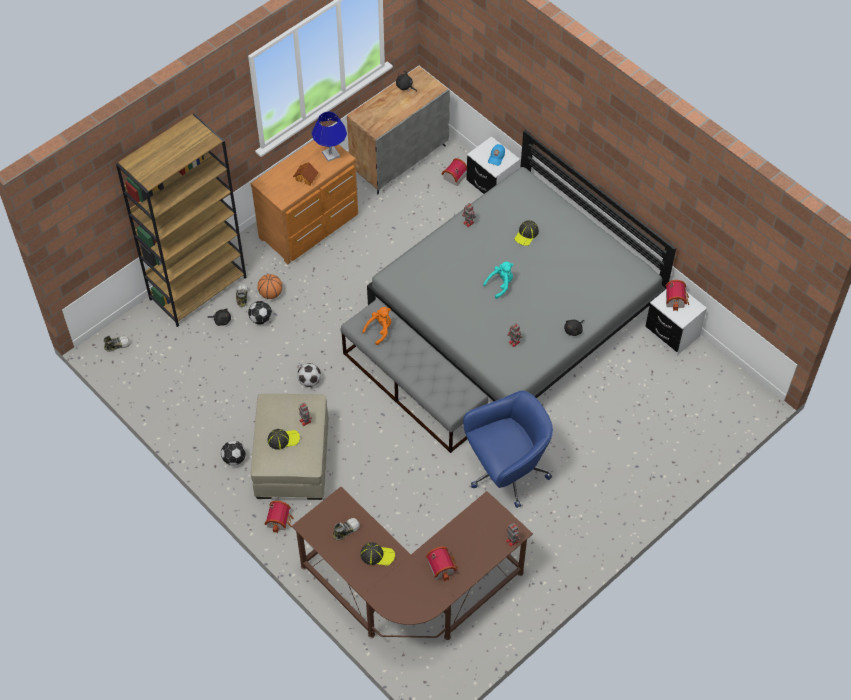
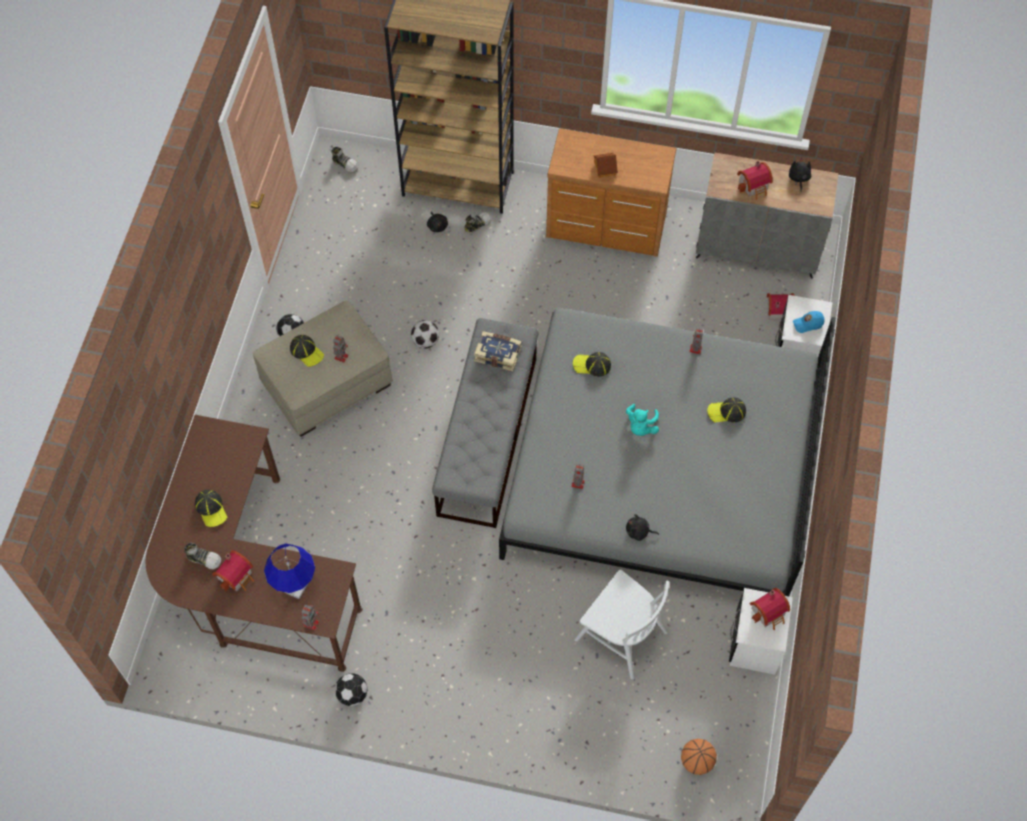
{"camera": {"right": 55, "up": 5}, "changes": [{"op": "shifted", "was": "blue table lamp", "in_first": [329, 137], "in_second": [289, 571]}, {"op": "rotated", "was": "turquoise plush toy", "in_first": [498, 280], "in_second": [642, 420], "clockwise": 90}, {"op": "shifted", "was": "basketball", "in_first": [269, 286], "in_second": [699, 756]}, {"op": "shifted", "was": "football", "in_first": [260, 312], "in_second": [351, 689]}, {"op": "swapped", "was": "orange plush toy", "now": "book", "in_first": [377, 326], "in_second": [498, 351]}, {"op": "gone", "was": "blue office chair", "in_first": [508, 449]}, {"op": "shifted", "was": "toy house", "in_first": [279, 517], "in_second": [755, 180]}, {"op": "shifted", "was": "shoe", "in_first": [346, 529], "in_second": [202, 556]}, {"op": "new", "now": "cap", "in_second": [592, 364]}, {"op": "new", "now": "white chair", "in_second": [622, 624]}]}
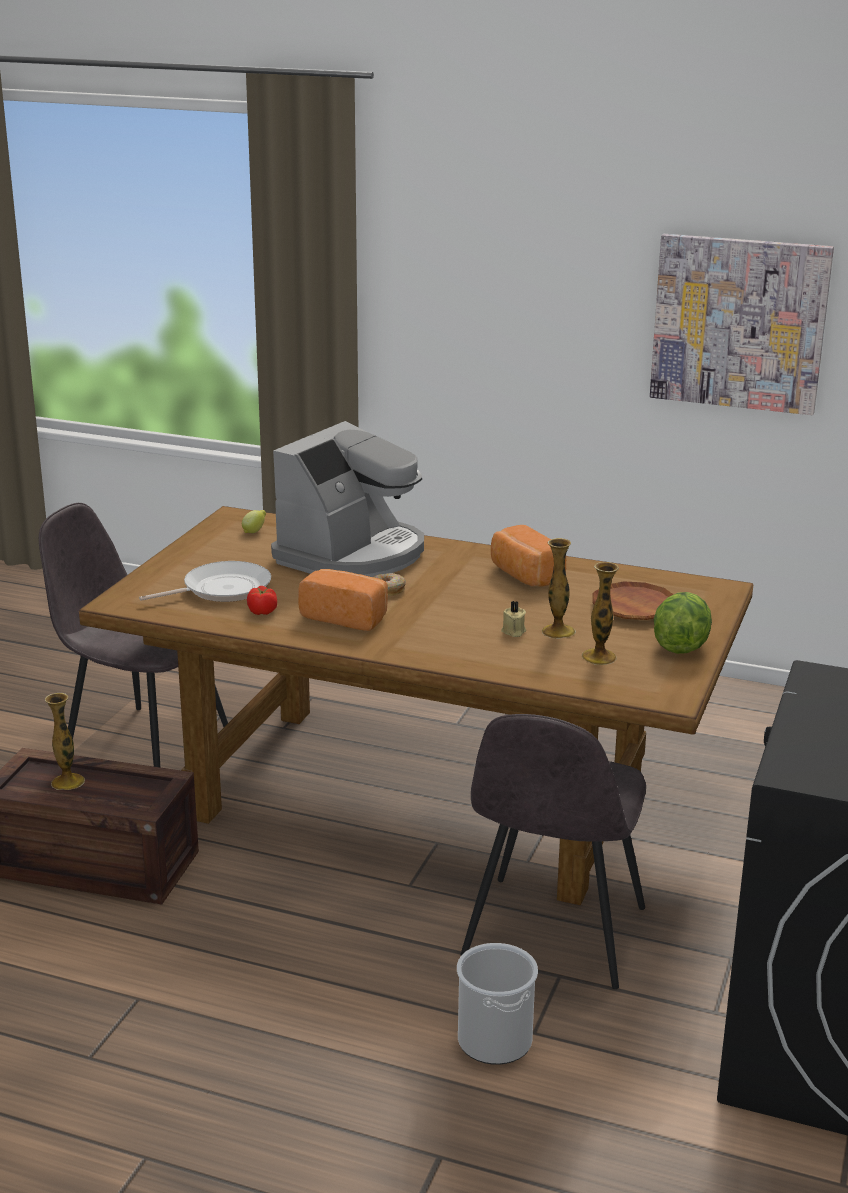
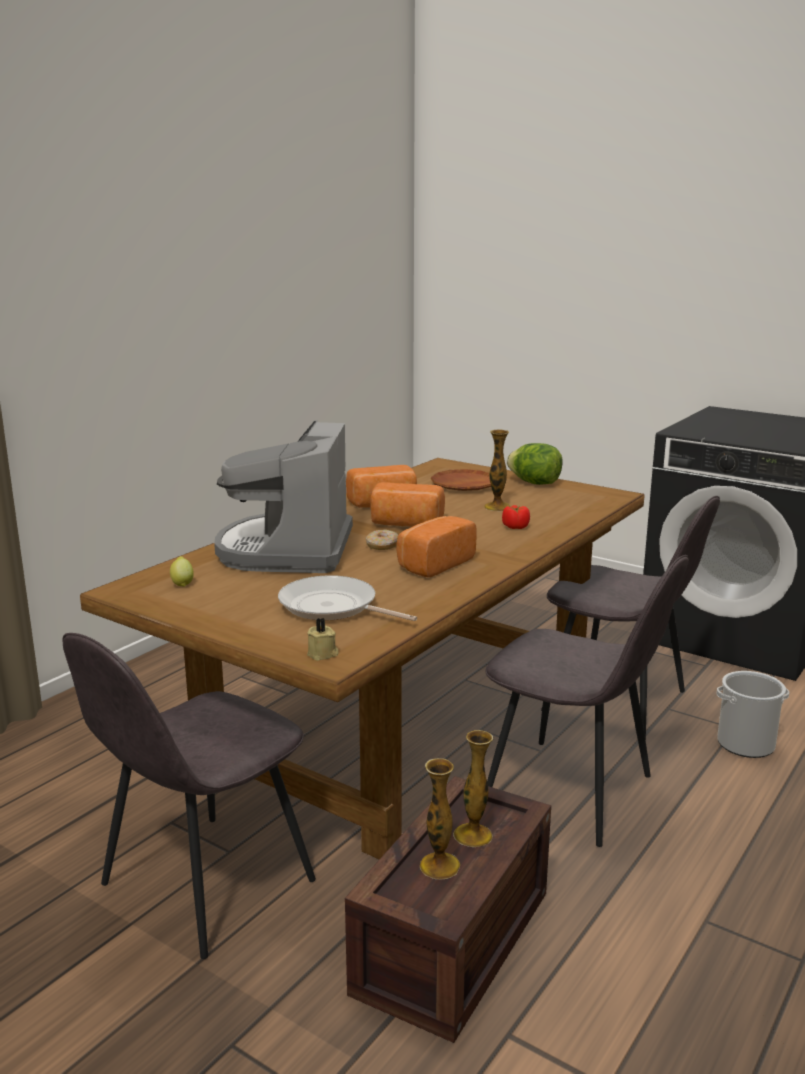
{"camera": {"right": -75, "up": -5}, "changes": [{"op": "gone", "was": "picture", "in_first": [742, 324]}, {"op": "rotated", "was": "coffee machine", "in_first": [347, 499], "in_second": [283, 497], "clockwise": -135}, {"op": "rotated", "was": "frying pan", "in_first": [205, 581], "in_second": [347, 598], "clockwise": -45}, {"op": "shifted", "was": "vase", "in_first": [600, 613], "in_second": [473, 788]}, {"op": "shifted", "was": "tomato", "in_first": [262, 600], "in_second": [516, 517]}, {"op": "shifted", "was": "beige candle", "in_first": [513, 619], "in_second": [323, 639]}, {"op": "new", "now": "bread", "in_second": [408, 504]}, {"op": "new", "now": "grey chair", "in_second": [587, 701]}]}
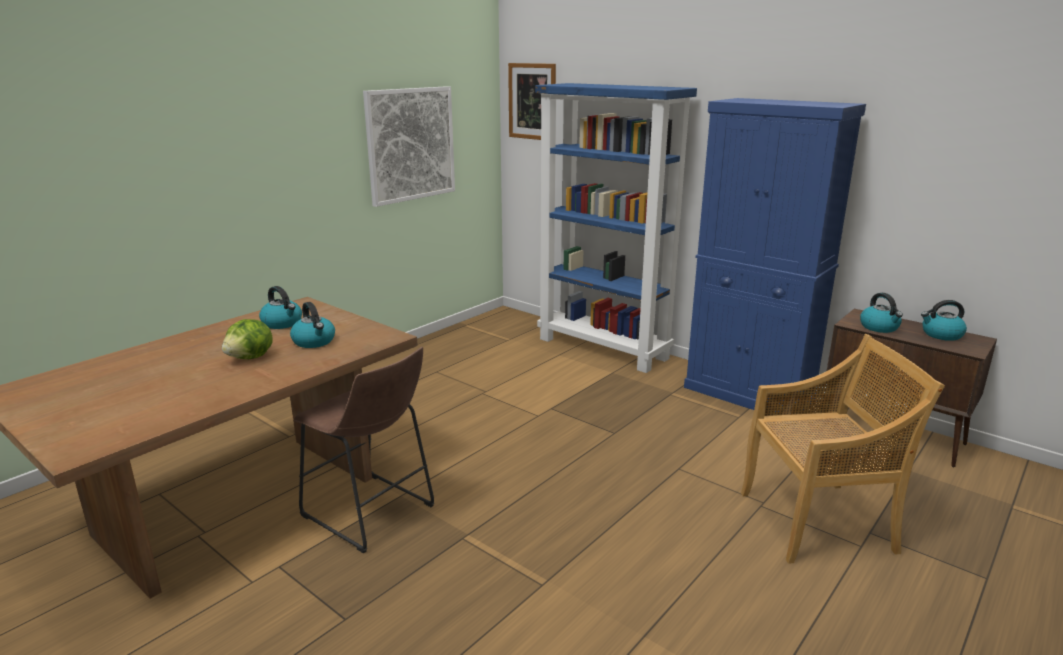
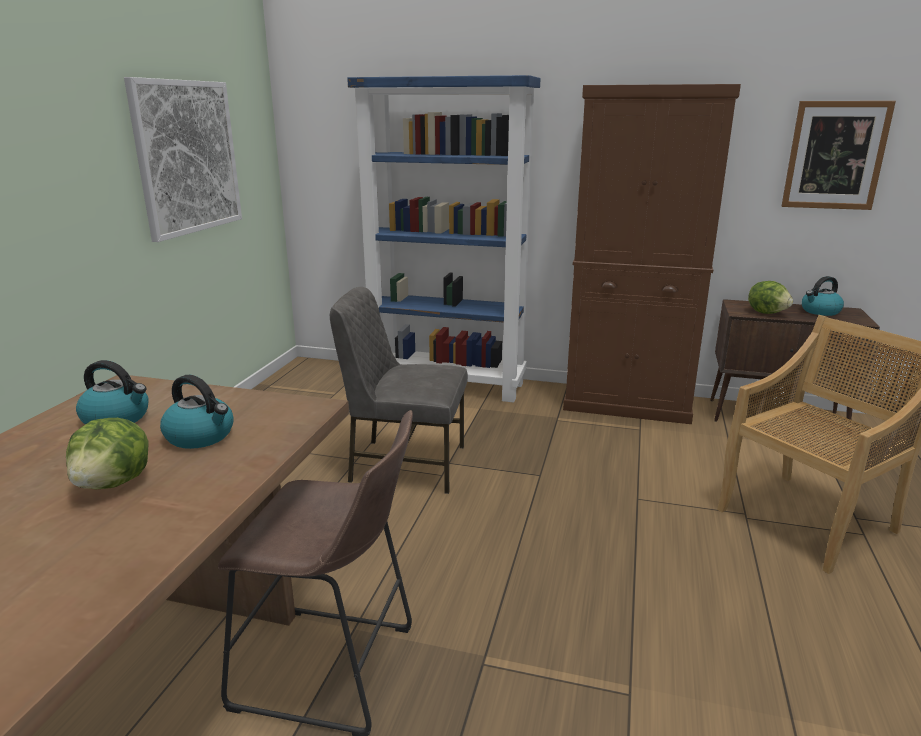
{"camera": {"right": -25, "up": 0}, "changes": [{"op": "shifted", "was": "picture", "in_first": [532, 101], "in_second": [838, 155]}, {"op": "repainted", "was": "blue cabinet", "now": "brown cabinet", "in_first": [775, 255], "in_second": [652, 254]}, {"op": "swapped", "was": "kettle", "now": "lettuce", "in_first": [881, 313], "in_second": [770, 297]}, {"op": "new", "now": "grey chair", "in_second": [399, 390]}]}
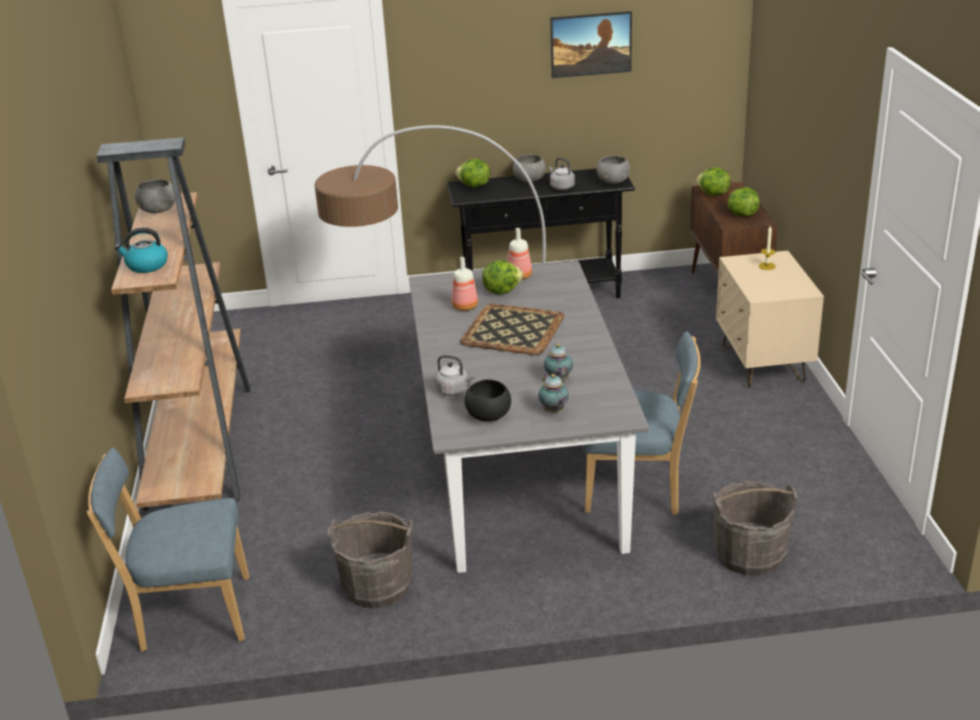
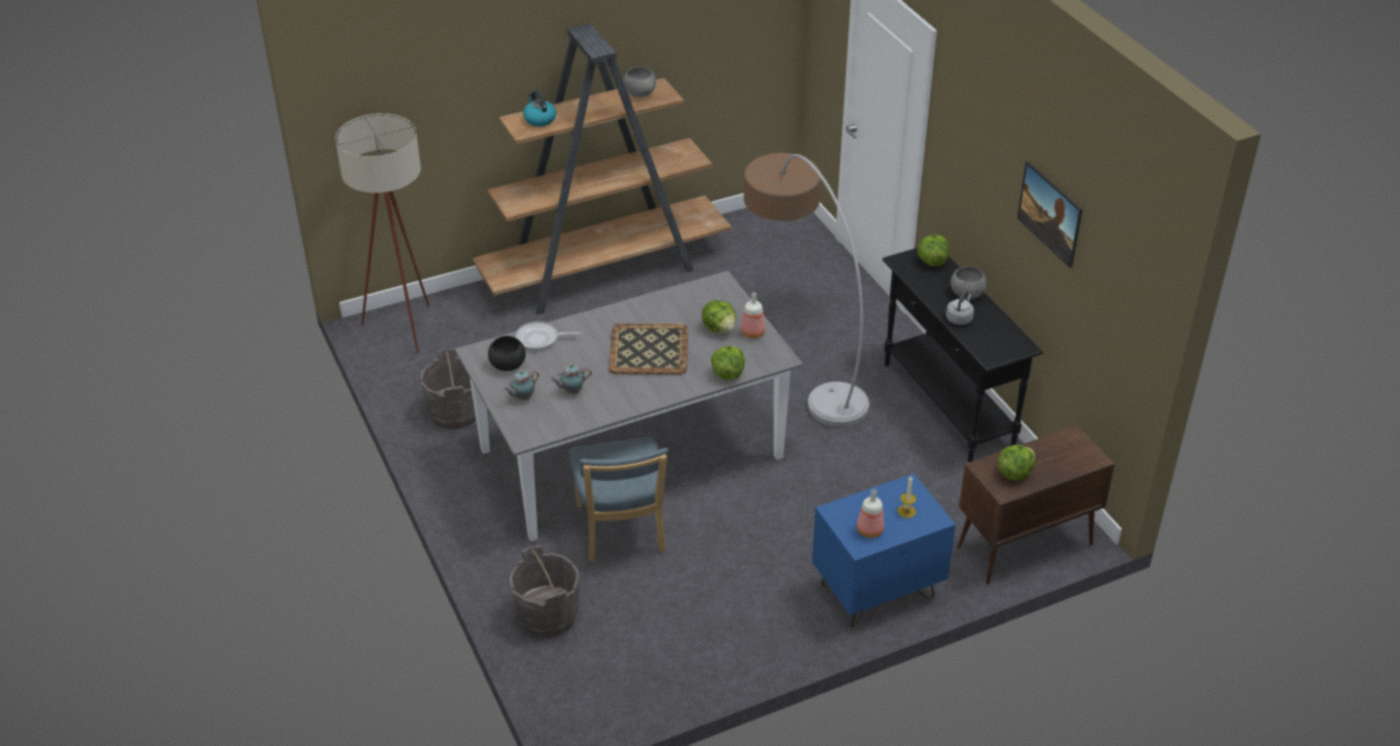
{"camera": {"right": 70, "up": 10}, "changes": [{"op": "gone", "was": "grey bowl", "in_first": [613, 170]}, {"op": "shifted", "was": "lettuce", "in_first": [713, 181], "in_second": [728, 363]}, {"op": "repainted", "was": "beige nightstand", "now": "blue nightstand", "in_first": [770, 319], "in_second": [884, 550]}, {"op": "shifted", "was": "bottle", "in_first": [465, 284], "in_second": [870, 513]}, {"op": "swapped", "was": "grey kettle", "now": "frying pan", "in_first": [455, 375], "in_second": [548, 336]}, {"op": "swapped", "was": "blue chair", "now": "beige floor lamp", "in_first": [168, 550], "in_second": [382, 233]}]}
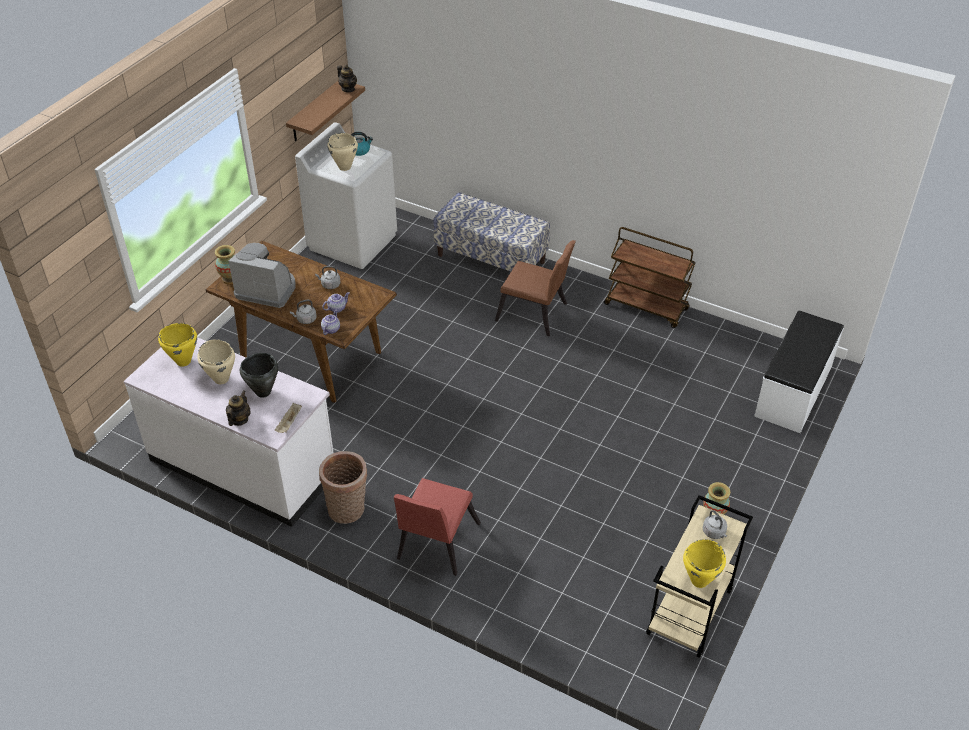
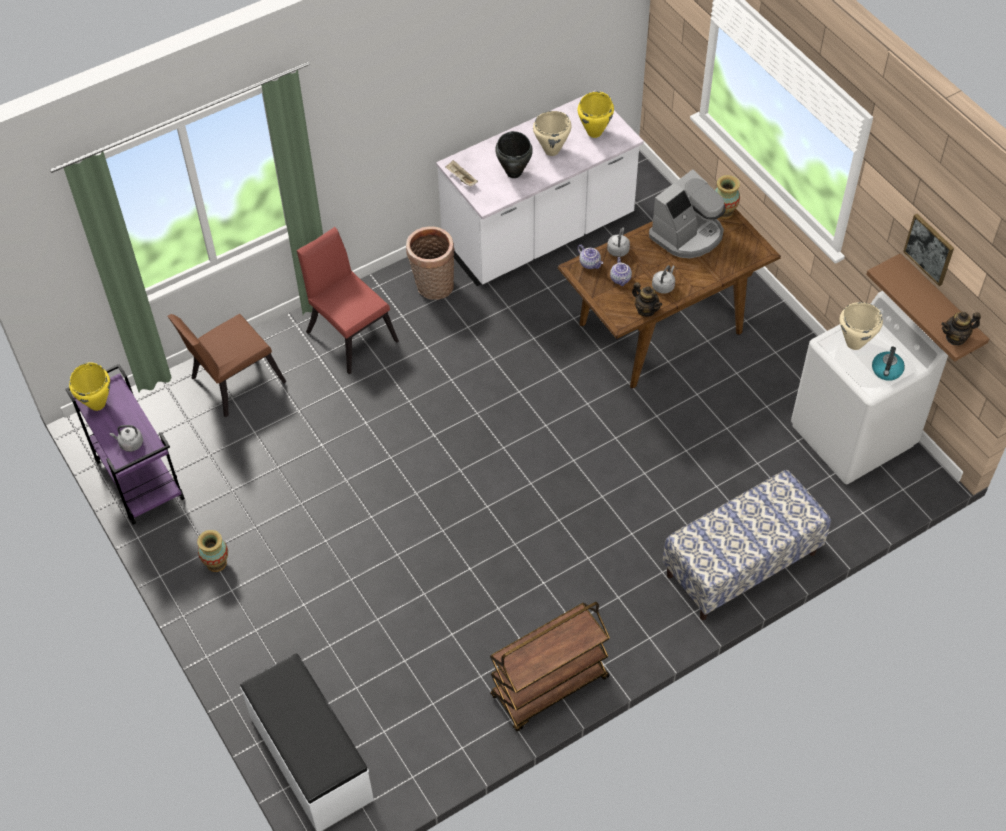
{"camera": {"right": 120, "up": 10}, "changes": [{"op": "shifted", "was": "brown chair", "in_first": [535, 288], "in_second": [227, 365]}, {"op": "shifted", "was": "teapot", "in_first": [238, 408], "in_second": [647, 299]}, {"op": "repainted", "was": "beige cart", "now": "purple cart", "in_first": [699, 576], "in_second": [125, 444]}, {"op": "new", "now": "picture", "in_second": [928, 250]}]}
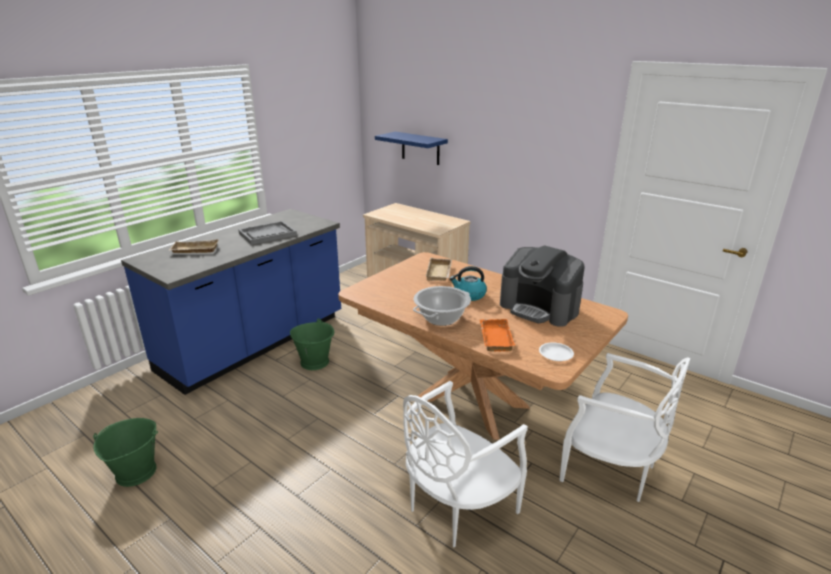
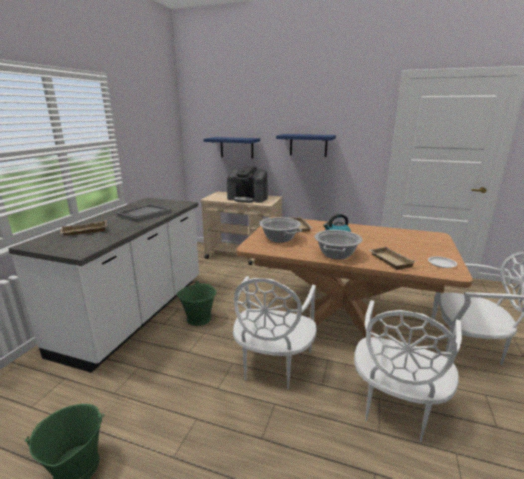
{"camera": {"right": -20, "up": -5}, "changes": [{"op": "repainted", "was": "blue counter", "now": "white counter", "in_first": [231, 302], "in_second": [103, 285]}, {"op": "shifted", "was": "coffee machine", "in_first": [542, 286], "in_second": [247, 184]}, {"op": "repainted", "was": "orange tray", "now": "beige tray", "in_first": [497, 335], "in_second": [392, 258]}, {"op": "new", "now": "blue shelf", "in_second": [306, 145]}, {"op": "new", "now": "cooking pot", "in_second": [280, 230]}, {"op": "new", "now": "white chair", "in_second": [275, 332]}]}
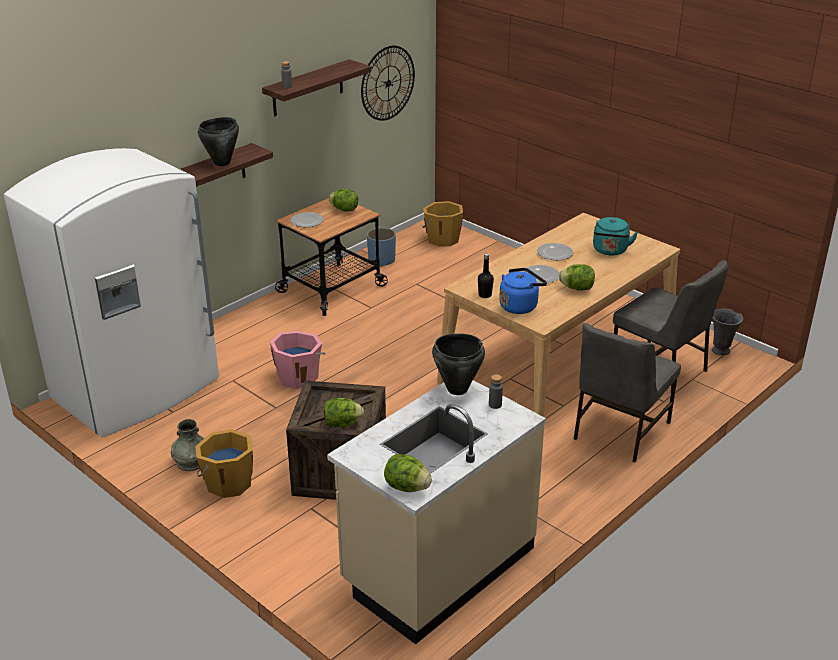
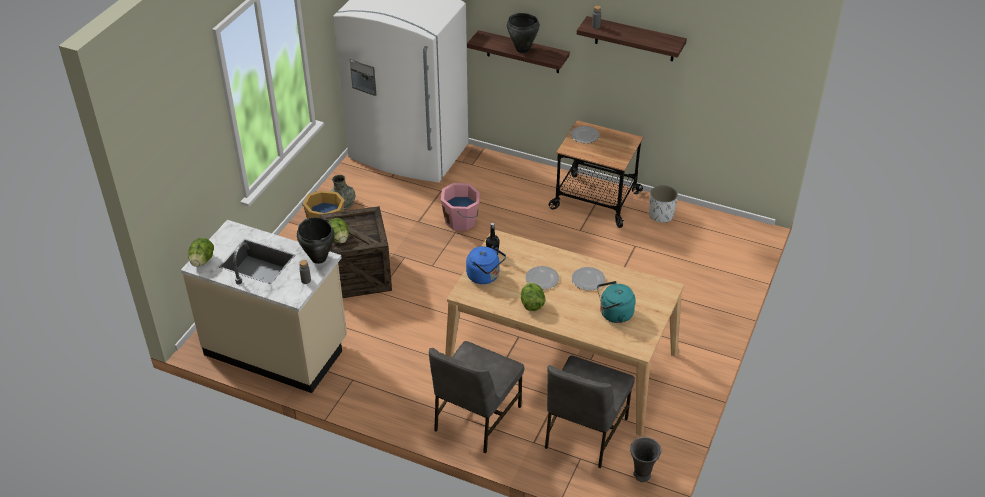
{"camera": {"right": 70, "up": 10}, "changes": [{"op": "gone", "was": "wall clock", "in_first": [388, 83]}, {"op": "gone", "was": "lettuce", "in_first": [343, 200]}, {"op": "gone", "was": "orange bucket", "in_first": [442, 224]}, {"op": "repainted", "was": "blue planter", "now": "white planter", "in_first": [381, 247], "in_second": [663, 204]}, {"op": "rotated", "was": "grey chair", "in_first": [627, 392], "in_second": [476, 397], "clockwise": -75}]}
